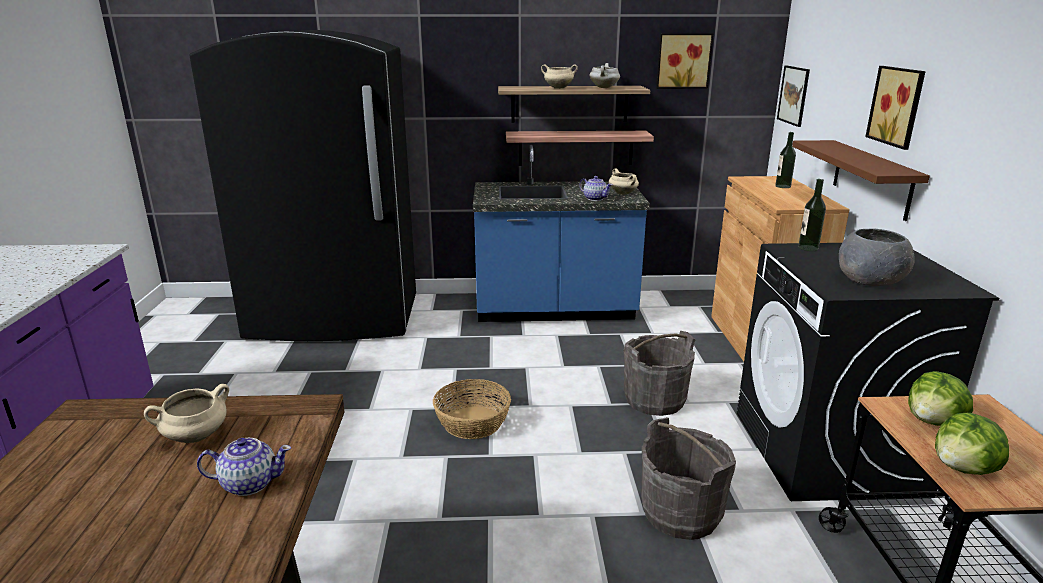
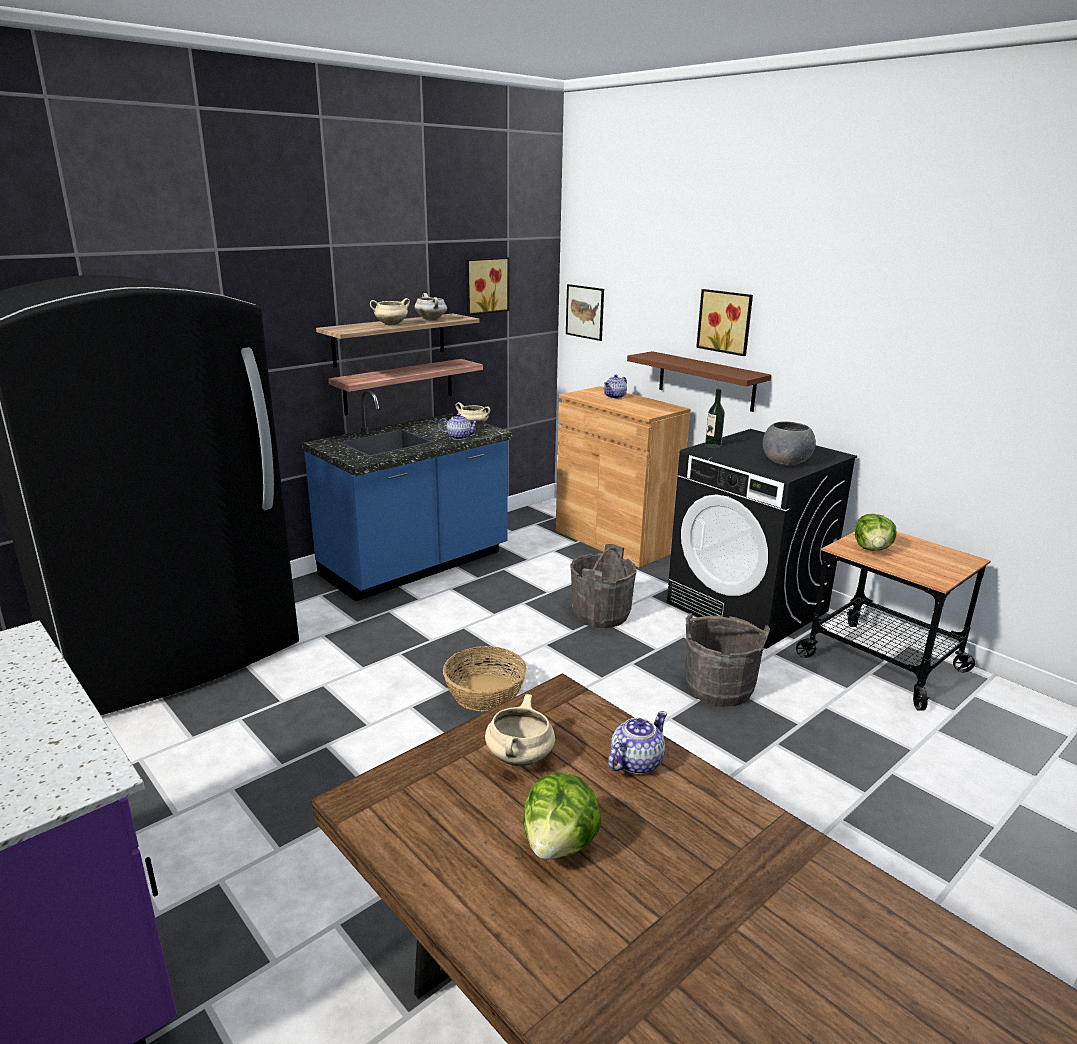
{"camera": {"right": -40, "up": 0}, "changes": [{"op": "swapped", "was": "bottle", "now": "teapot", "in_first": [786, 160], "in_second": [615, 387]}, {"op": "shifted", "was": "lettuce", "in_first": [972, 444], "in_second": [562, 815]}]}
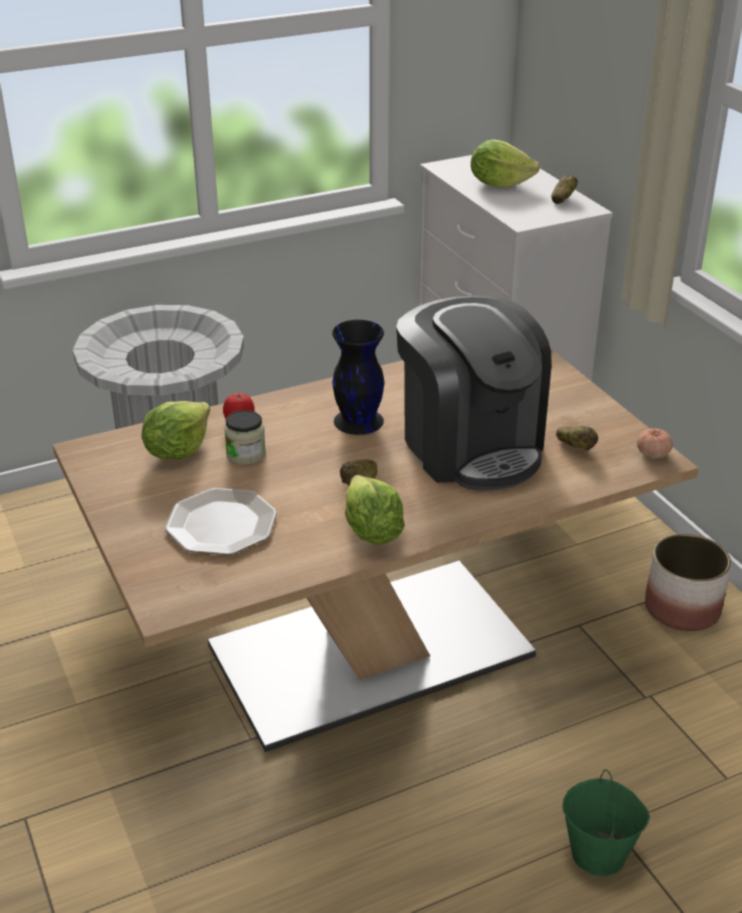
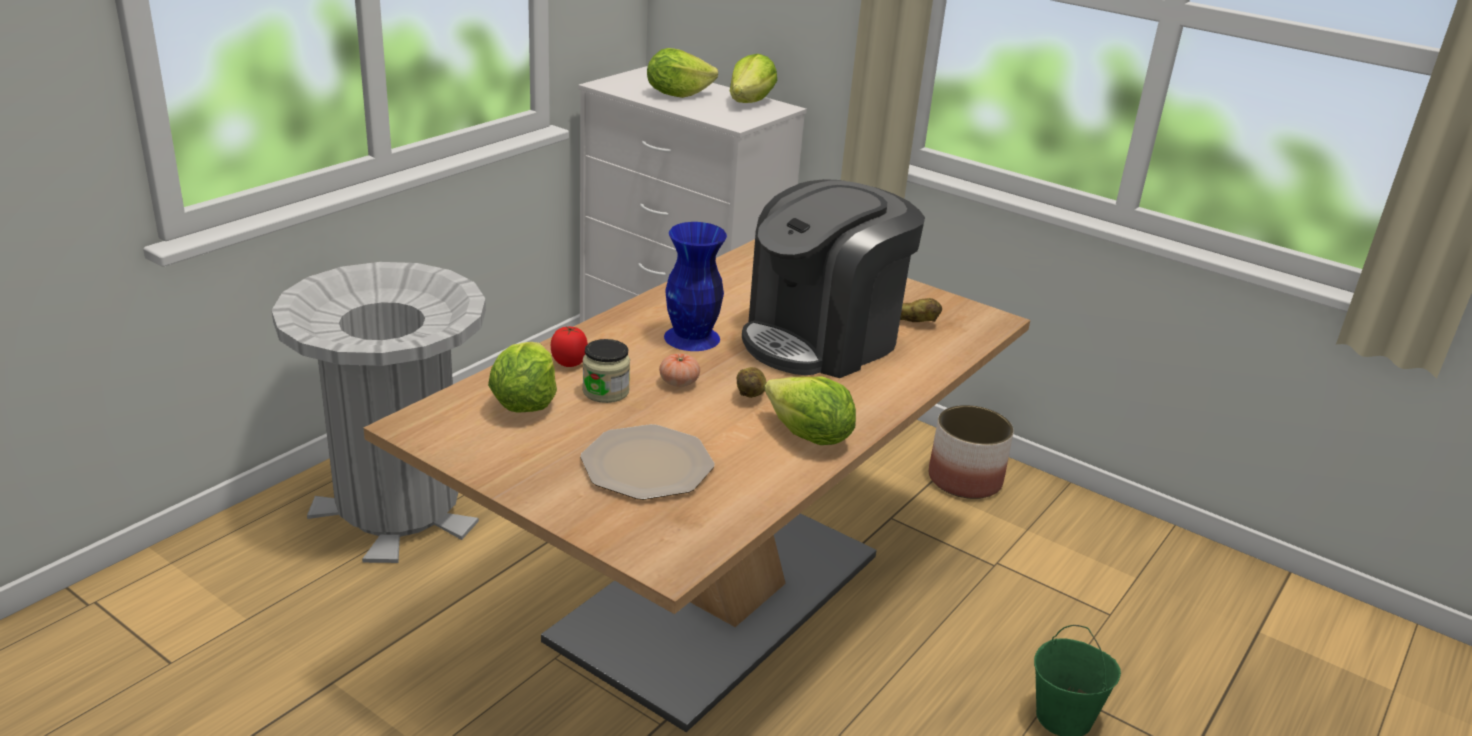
{"camera": {"right": -30, "up": -5}, "changes": [{"op": "swapped", "was": "potato", "now": "lettuce", "in_first": [564, 189], "in_second": [753, 78]}, {"op": "rotated", "was": "coffee machine", "in_first": [474, 393], "in_second": [833, 278], "clockwise": 105}, {"op": "repainted", "was": "black vase", "now": "blue vase", "in_first": [358, 377], "in_second": [695, 286]}, {"op": "shifted", "was": "tomato", "in_first": [655, 443], "in_second": [679, 370]}]}
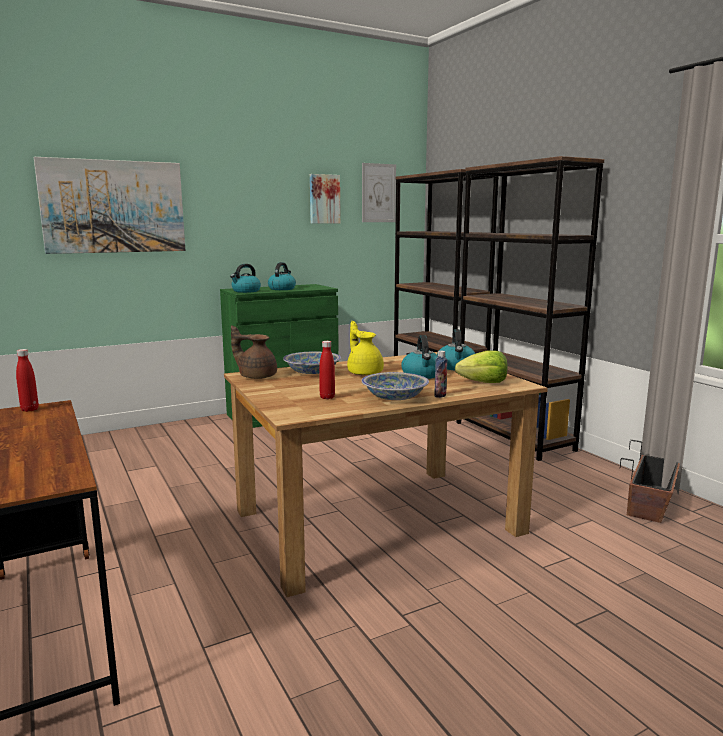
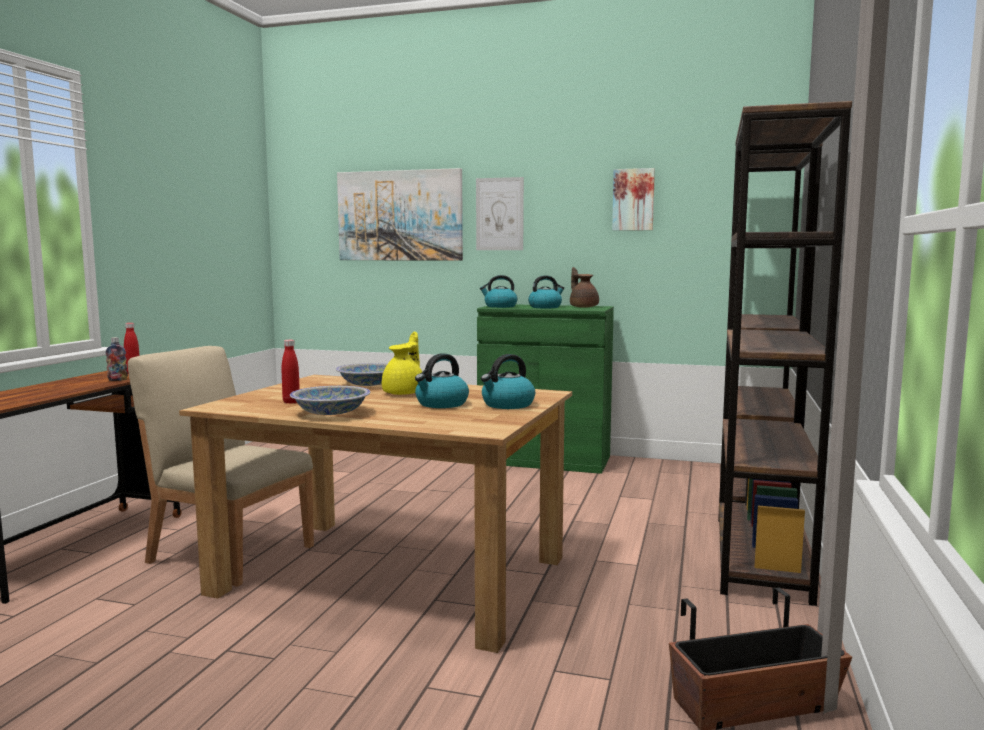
{"camera": {"right": 45, "up": -5}, "changes": [{"op": "shifted", "was": "picture", "in_first": [379, 192], "in_second": [500, 213]}, {"op": "shifted", "was": "brown teapot", "in_first": [254, 352], "in_second": [584, 287]}, {"op": "gone", "was": "lettuce", "in_first": [481, 366]}, {"op": "shifted", "was": "bottle", "in_first": [440, 374], "in_second": [117, 359]}, {"op": "new", "now": "beige chair", "in_second": [221, 466]}]}
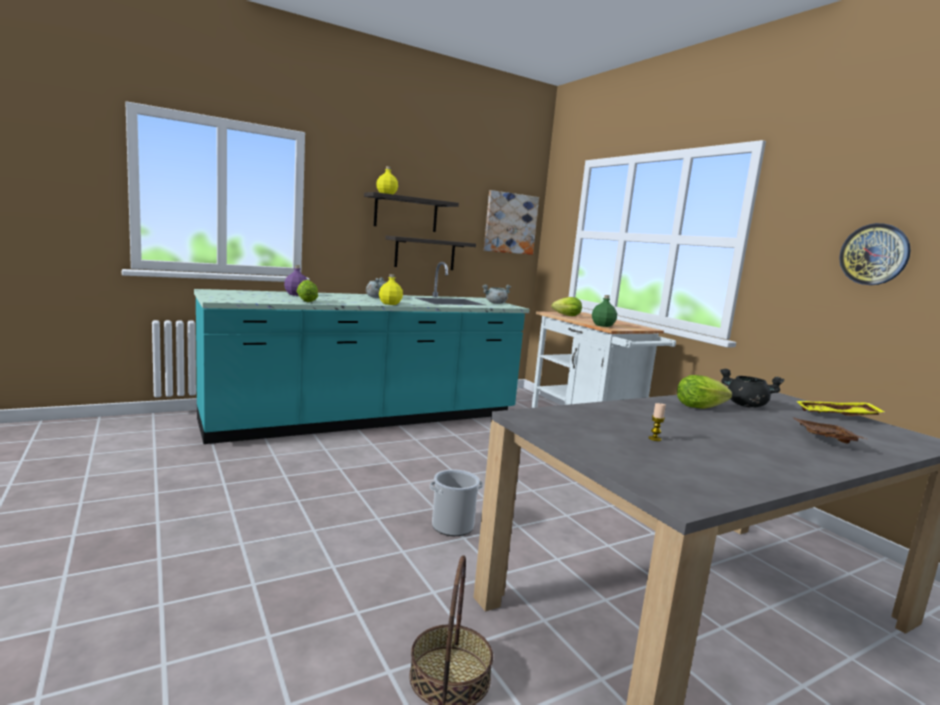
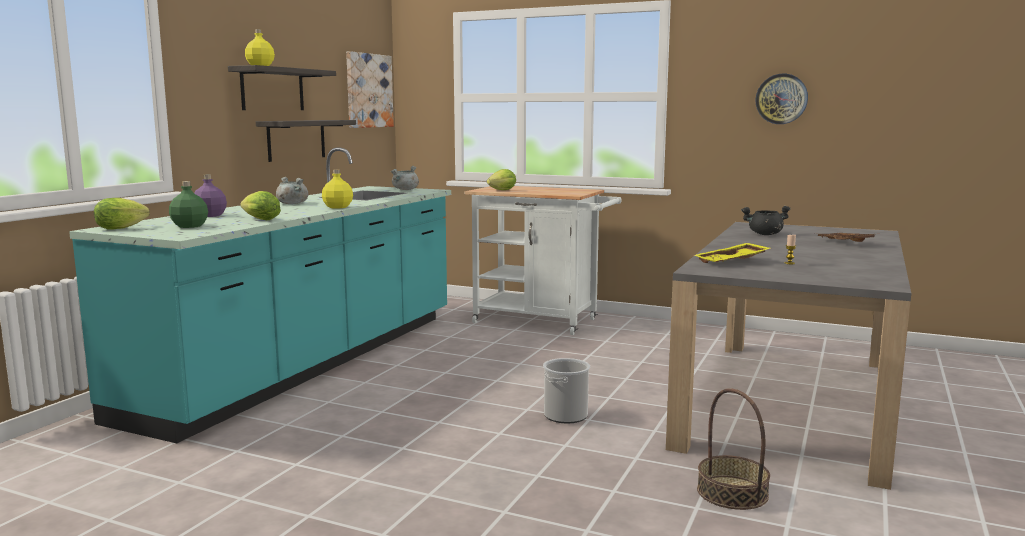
{"camera": {"right": -35, "up": 0}, "changes": [{"op": "shifted", "was": "green bottle", "in_first": [604, 311], "in_second": [188, 204]}, {"op": "shifted", "was": "lettuce", "in_first": [704, 392], "in_second": [122, 214]}, {"op": "shifted", "was": "yellow tray", "in_first": [841, 408], "in_second": [732, 253]}]}
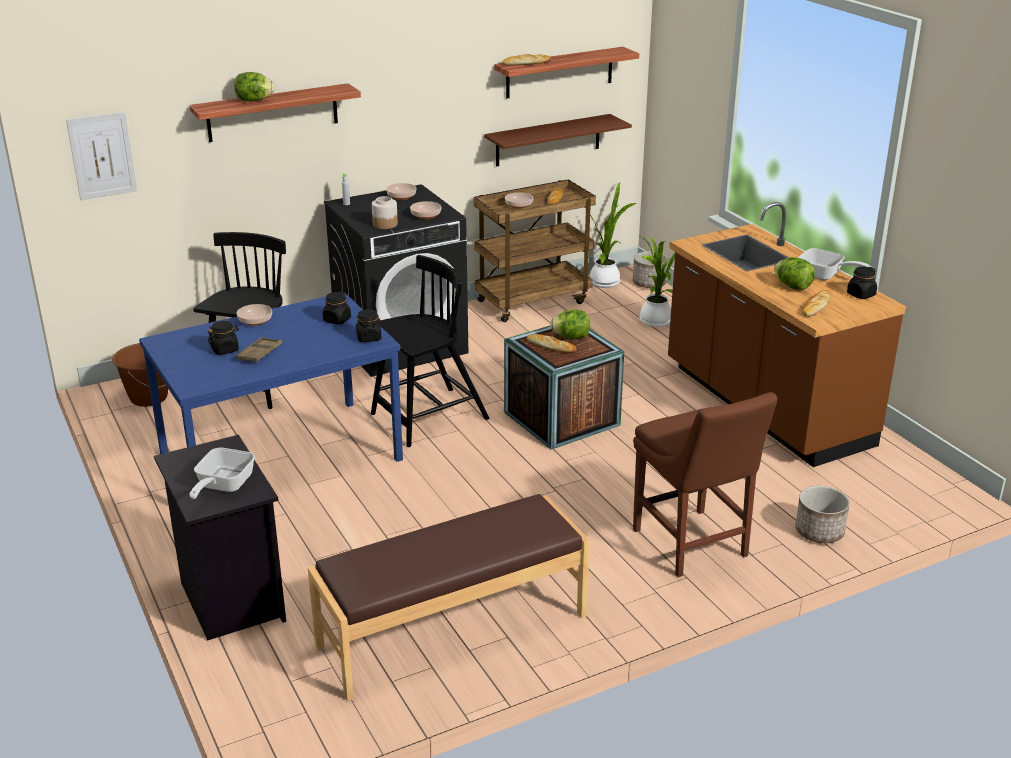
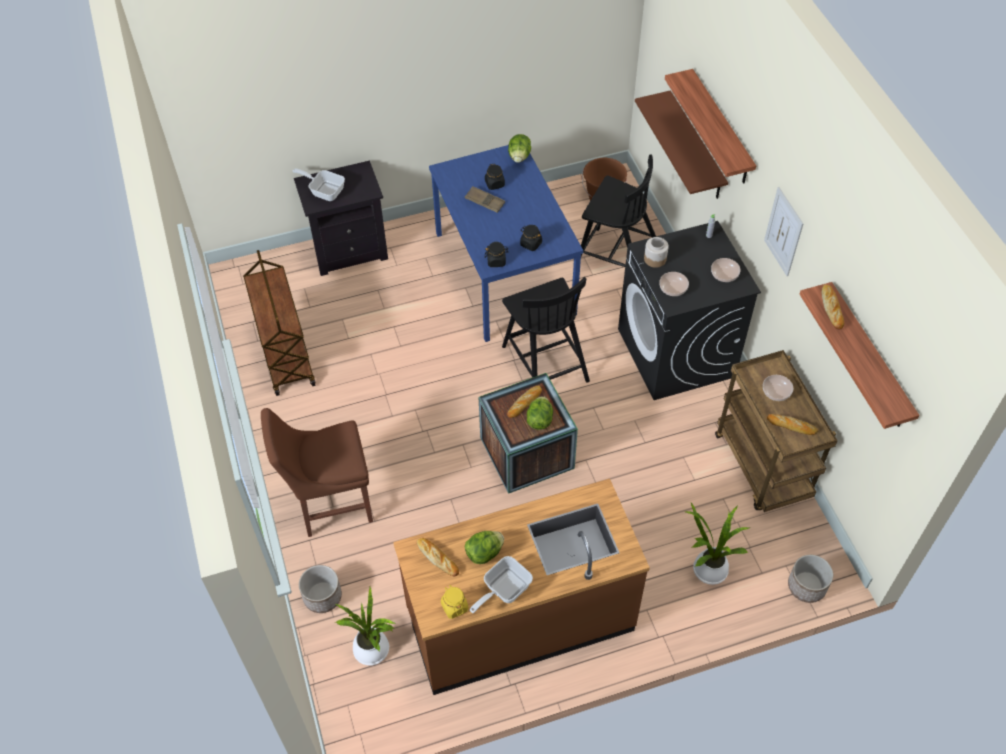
{"camera": {"right": 100, "up": 25}, "changes": [{"op": "shifted", "was": "lettuce", "in_first": [254, 87], "in_second": [519, 148]}, {"op": "shifted", "was": "picture", "in_first": [101, 156], "in_second": [783, 231]}, {"op": "shifted", "was": "brown shelf", "in_first": [558, 140], "in_second": [681, 144]}, {"op": "shifted", "was": "potted plant", "in_first": [613, 235], "in_second": [365, 626]}, {"op": "repainted", "was": "black jar", "now": "yellow jar", "in_first": [862, 282], "in_second": [454, 602]}, {"op": "gone", "was": "bowl", "in_first": [254, 315]}, {"op": "swapped", "was": "brown bench", "now": "brown cart", "in_first": [449, 597], "in_second": [279, 323]}]}
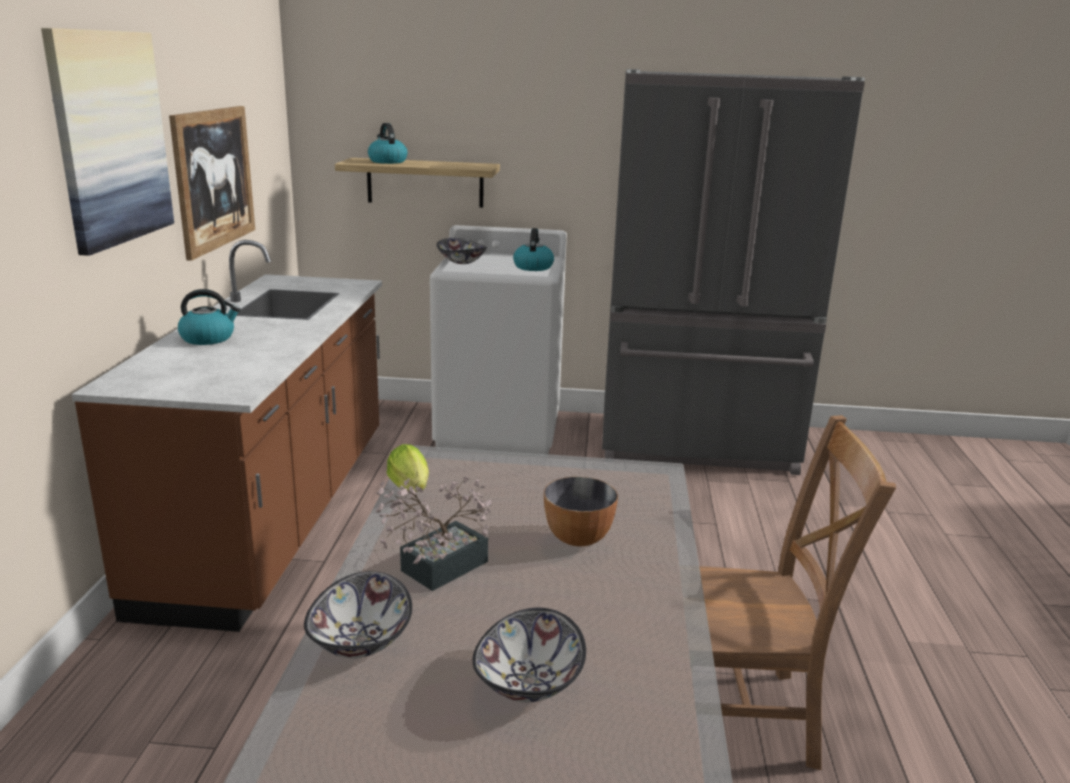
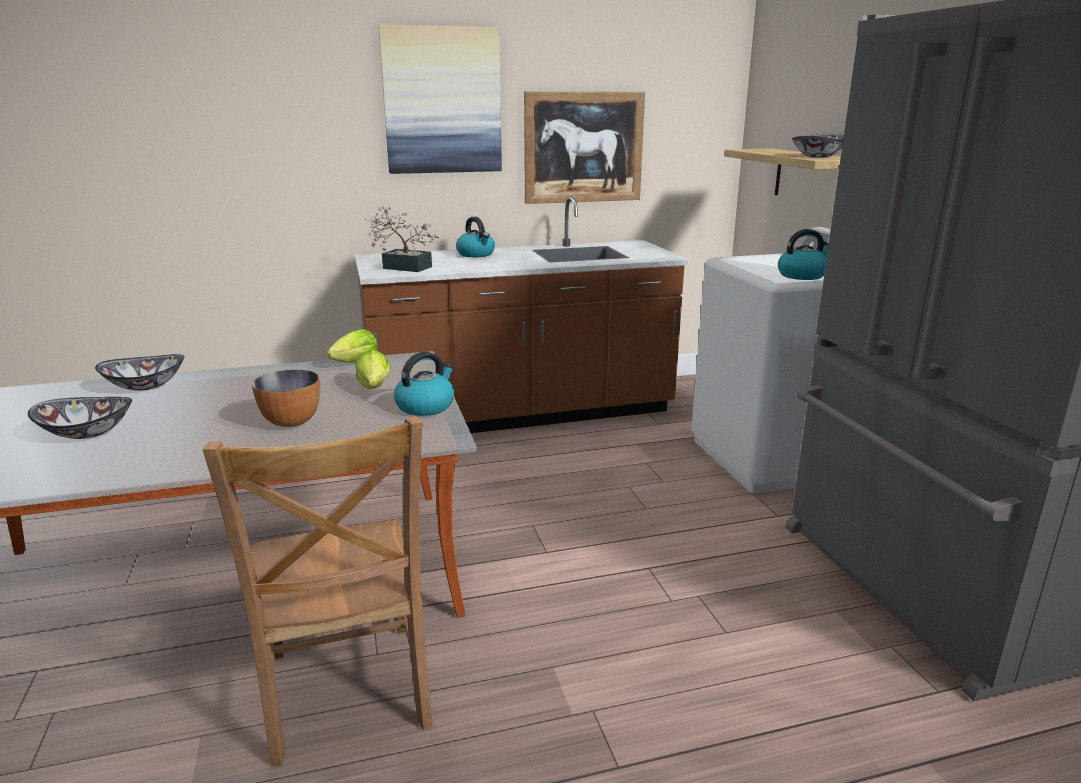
{"camera": {"right": 70, "up": 0}, "changes": [{"op": "shifted", "was": "kettle", "in_first": [388, 143], "in_second": [424, 384]}, {"op": "shifted", "was": "bowl", "in_first": [462, 251], "in_second": [818, 146]}, {"op": "shifted", "was": "potted plant", "in_first": [433, 534], "in_second": [402, 239]}, {"op": "new", "now": "lettuce", "in_second": [373, 369]}]}
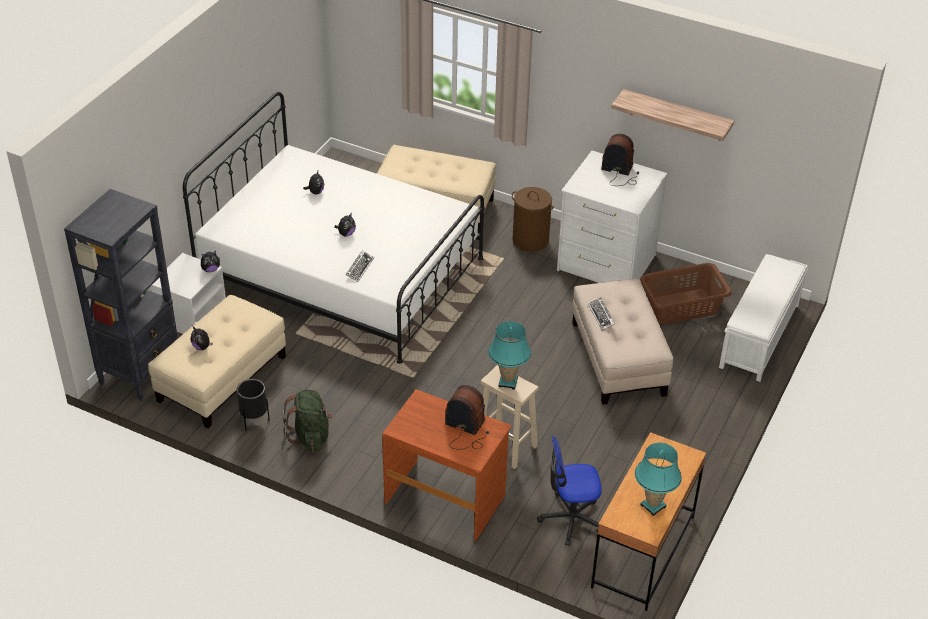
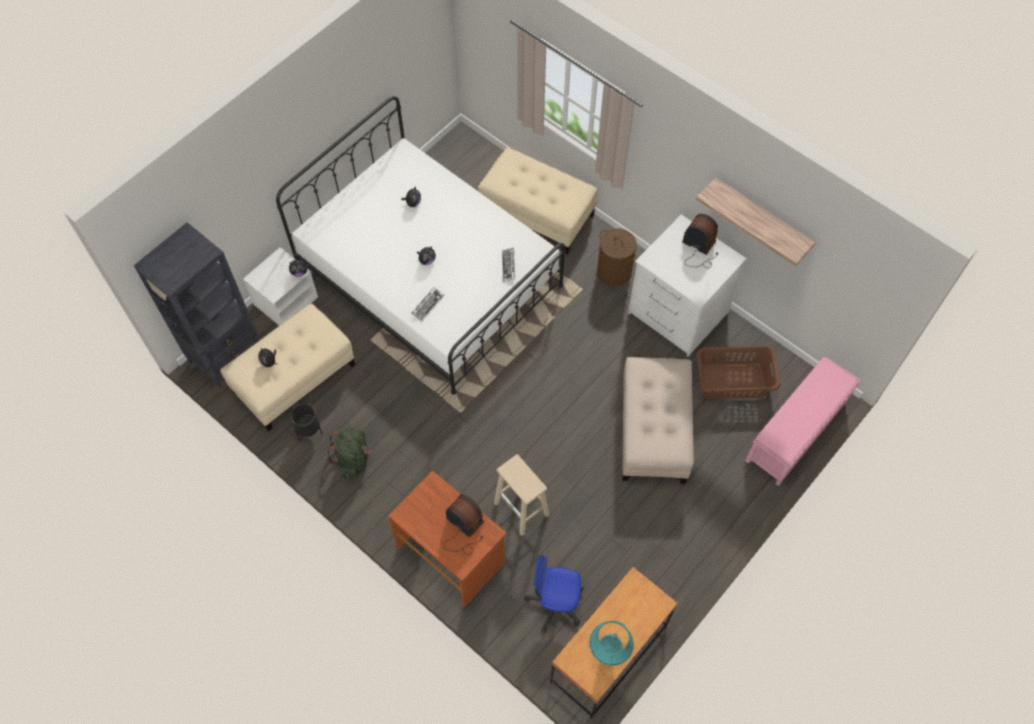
{"camera": {"right": 15, "up": 20}, "changes": [{"op": "repainted", "was": "white bench", "now": "pink bench", "in_first": [763, 318], "in_second": [802, 421]}, {"op": "shifted", "was": "keyboard", "in_first": [601, 314], "in_second": [509, 265]}, {"op": "gone", "was": "turquoise table lamp", "in_first": [509, 355]}]}
